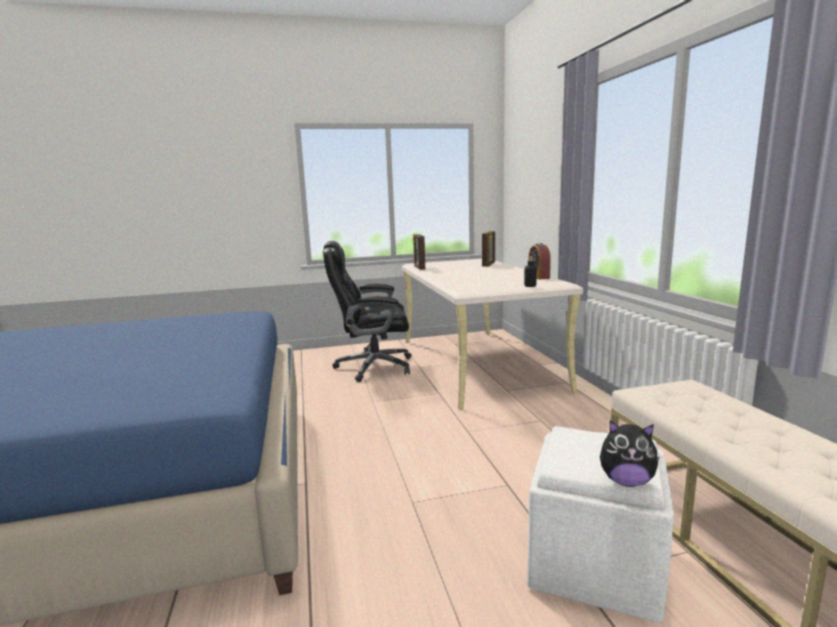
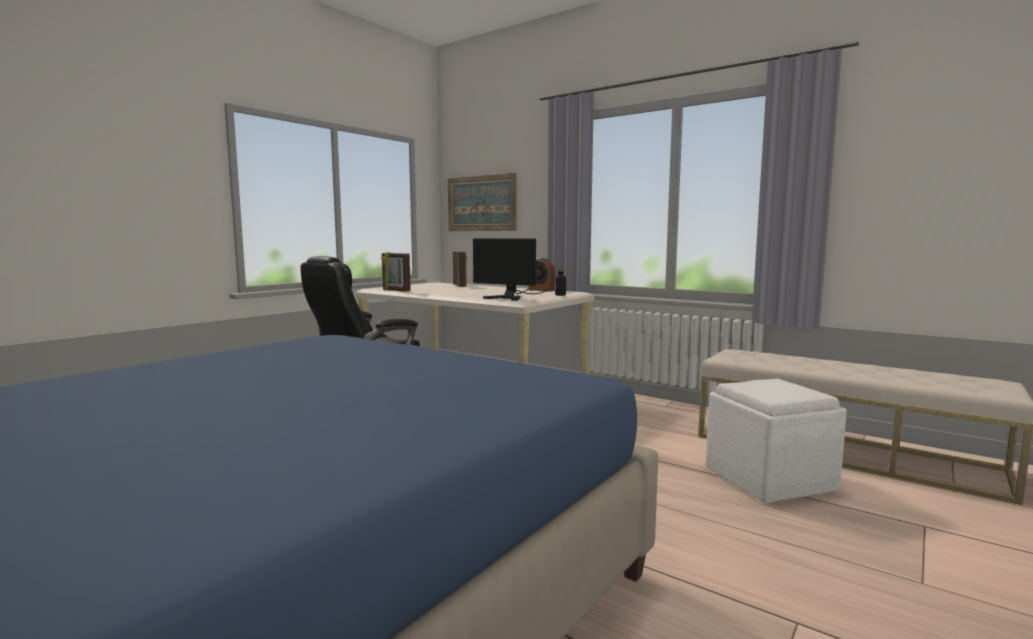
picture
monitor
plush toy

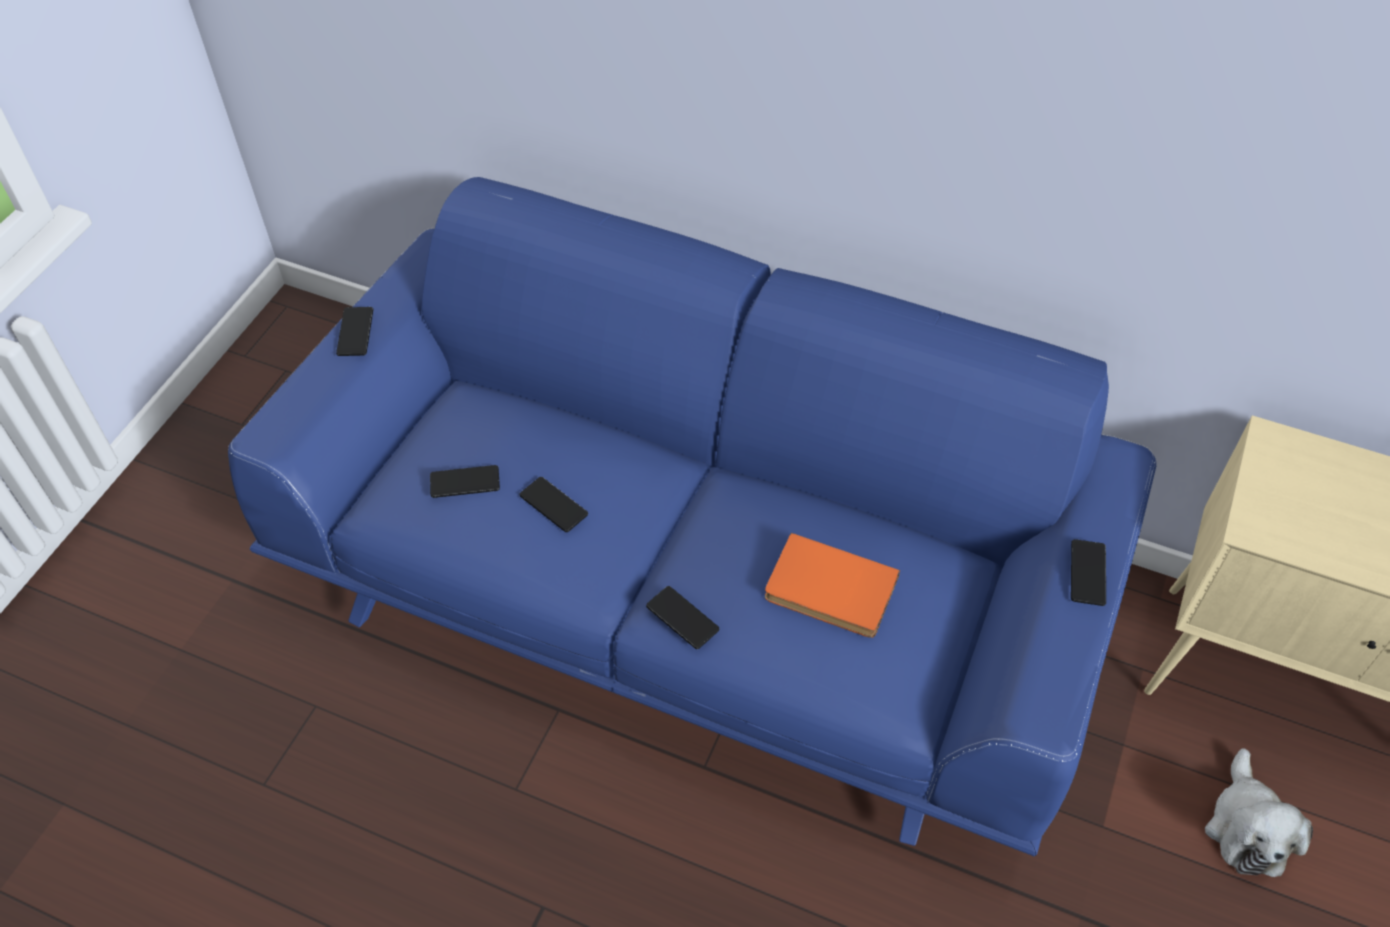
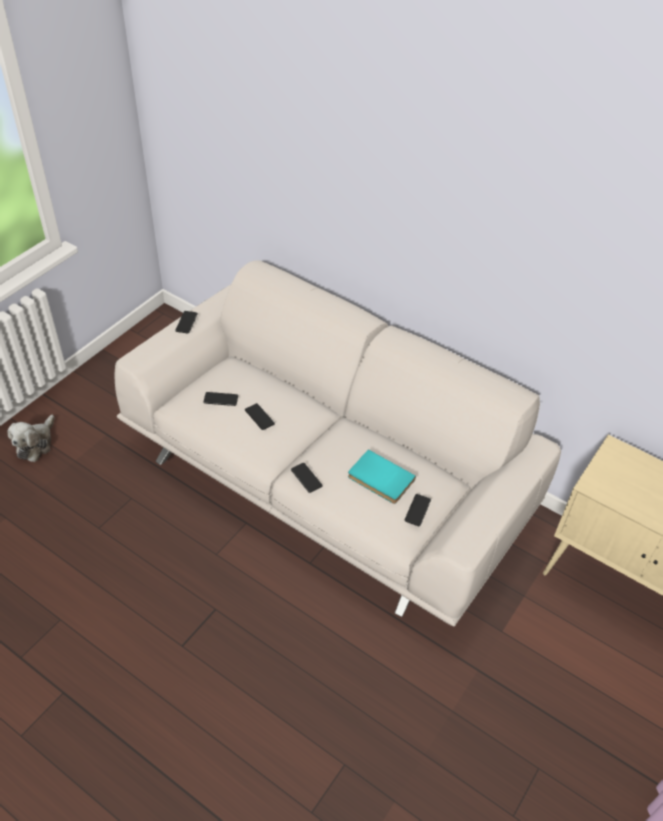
plush toy
sofa/white
book/turquoise
phone (no. 5 from left)

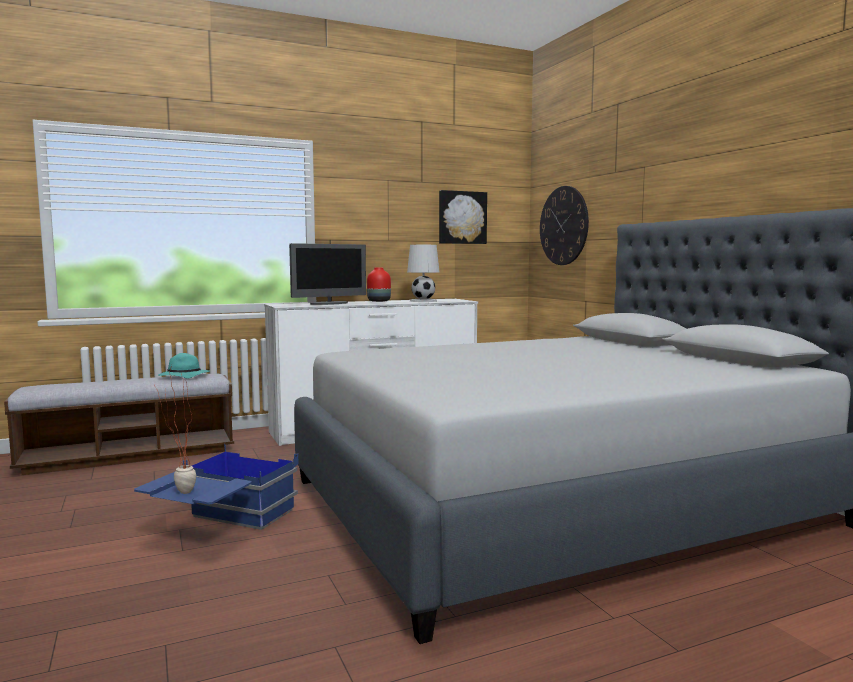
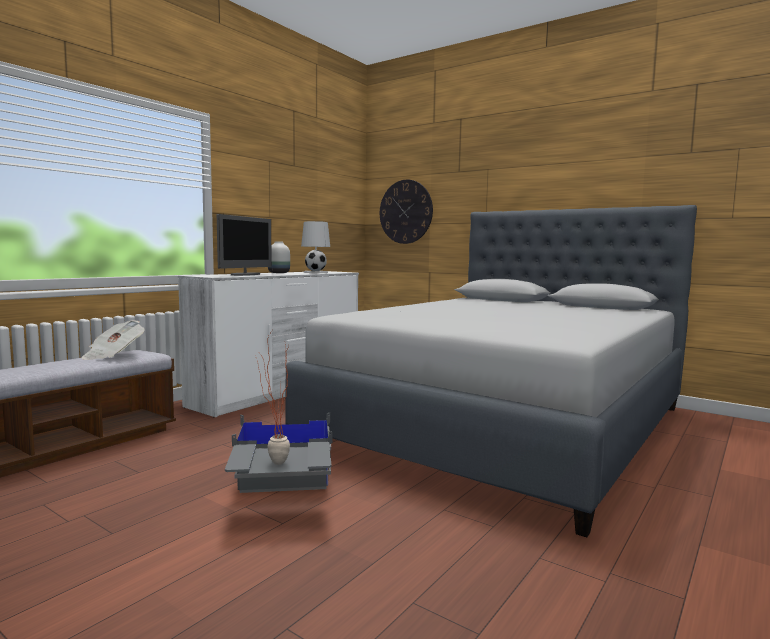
newspaper
storage box/grey
vase/white
picture

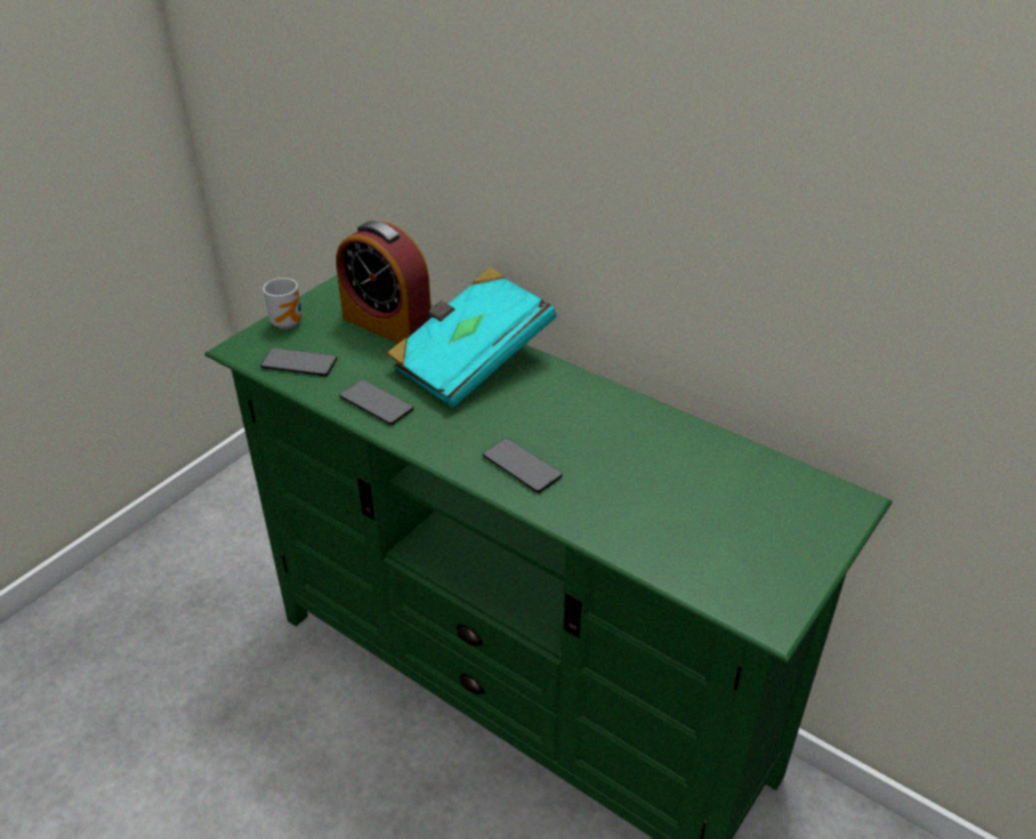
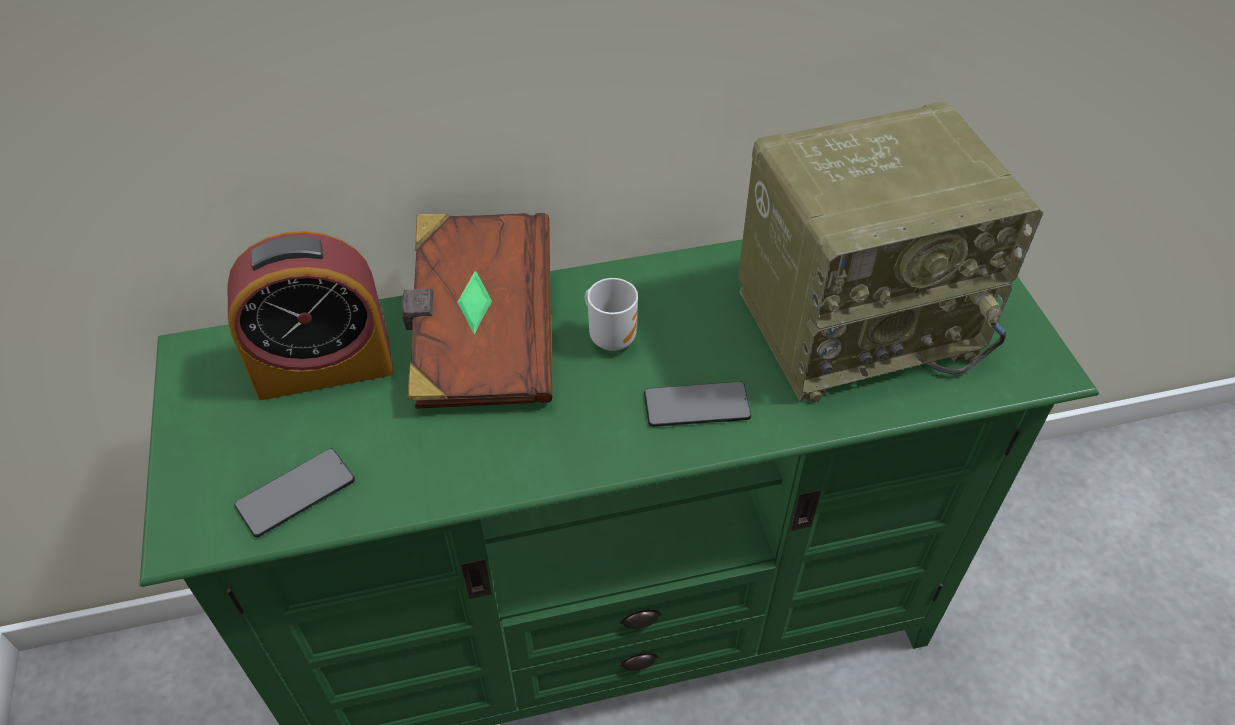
book/brown
mug
radio
phone (no. 2 from left in the first image)

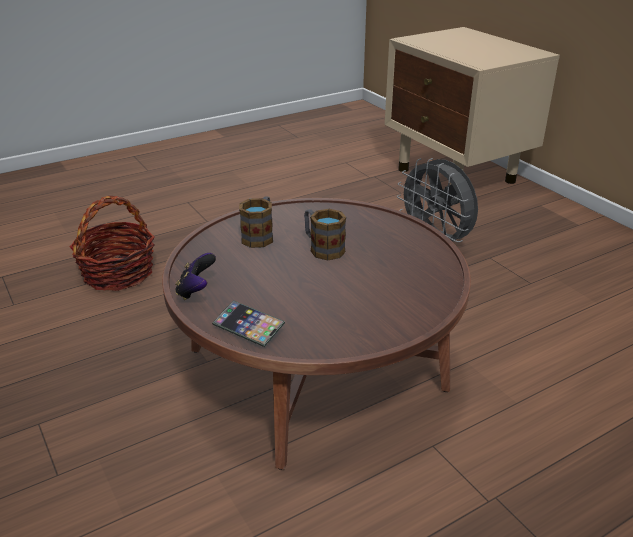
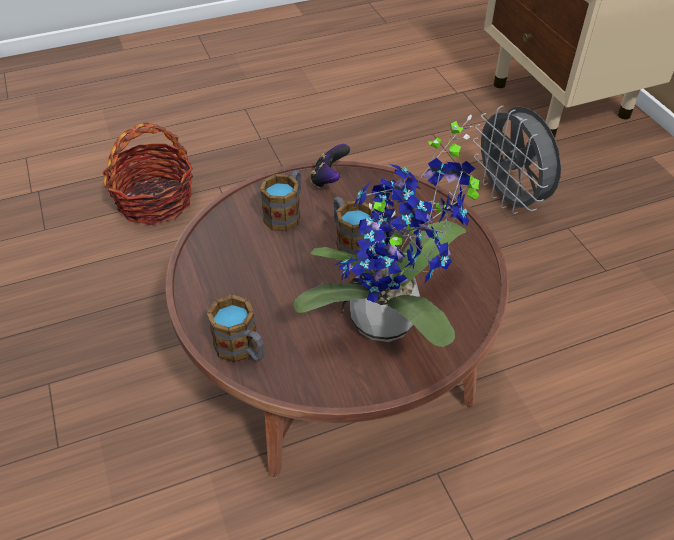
mug (no. 1 from left)
potted plant
game controller

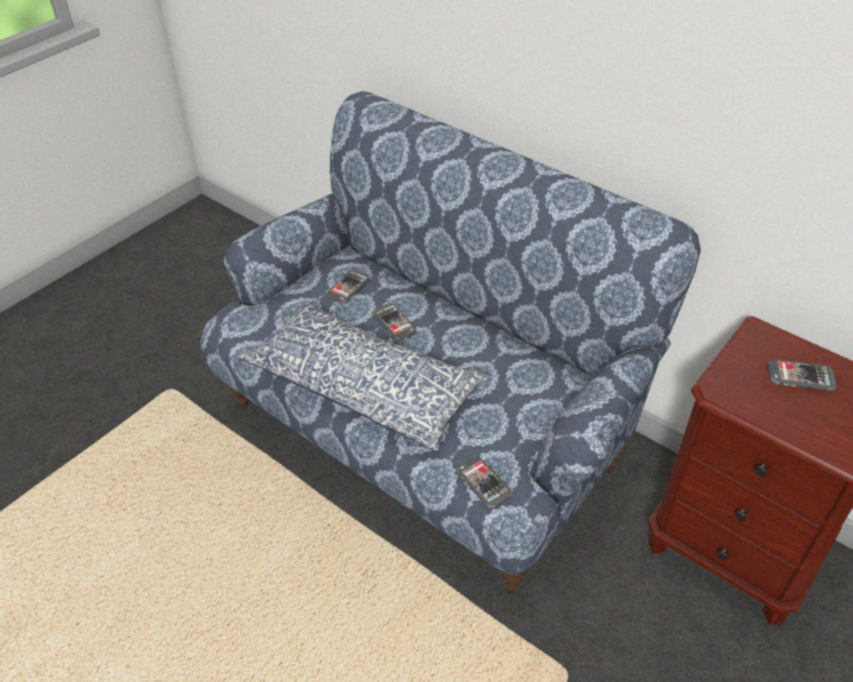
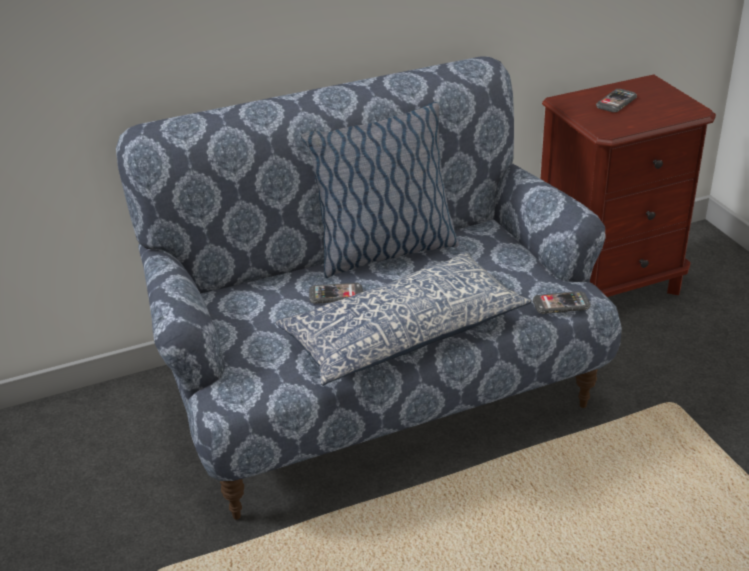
pillow (no. 1 from left)
phone (no. 1 from left in the first image)

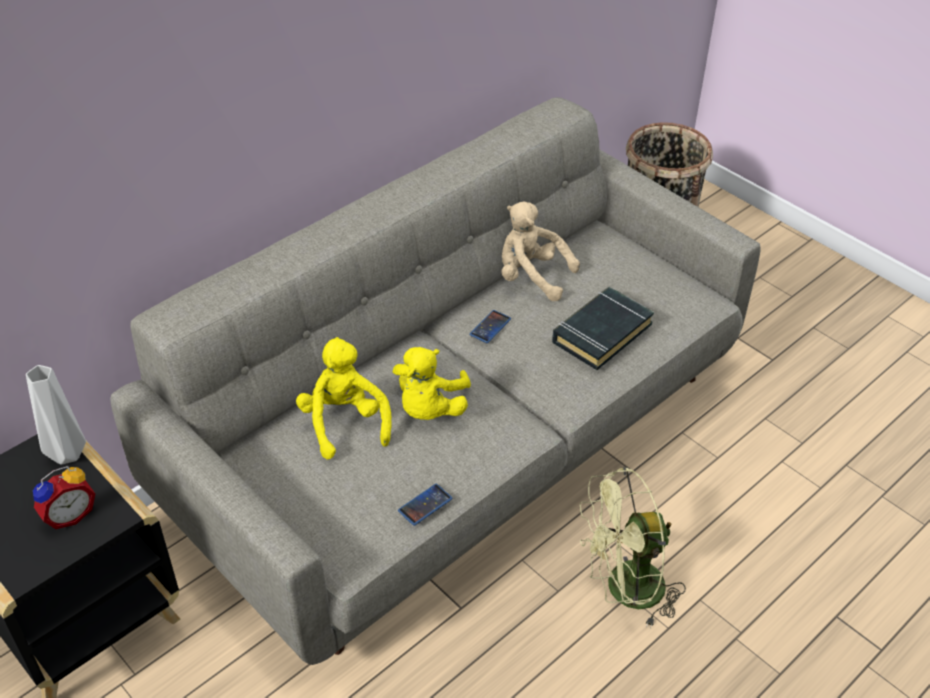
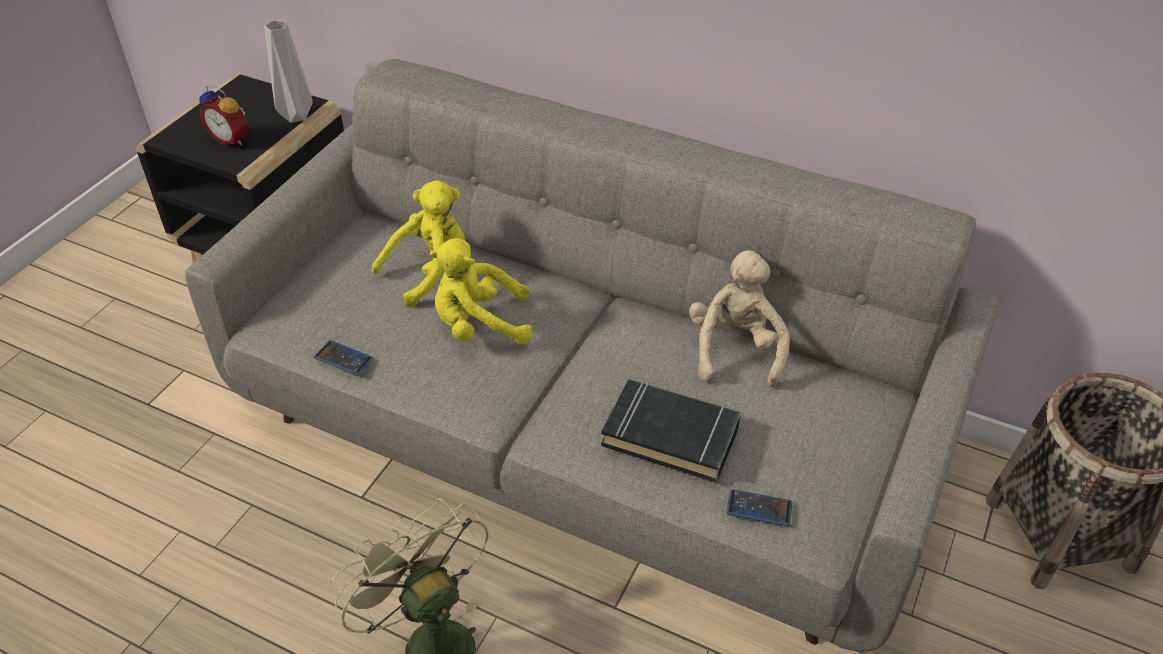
phone (no. 2 from left)

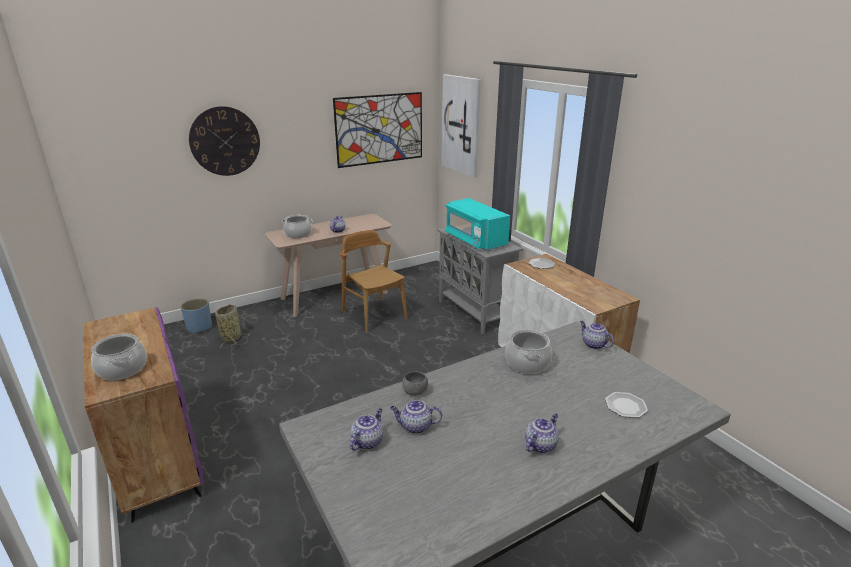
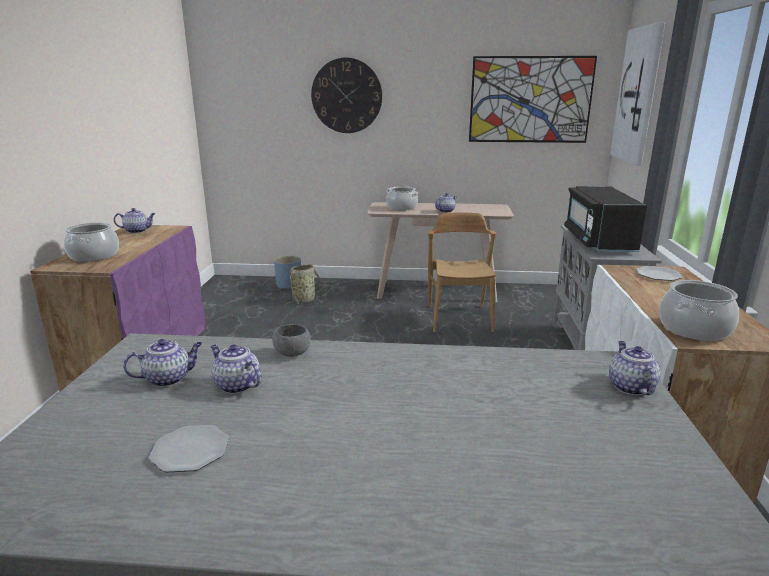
teapot (no. 1 from left)
plate (no. 1 from left)
microwave/black
cooking pot (no. 3 from left)

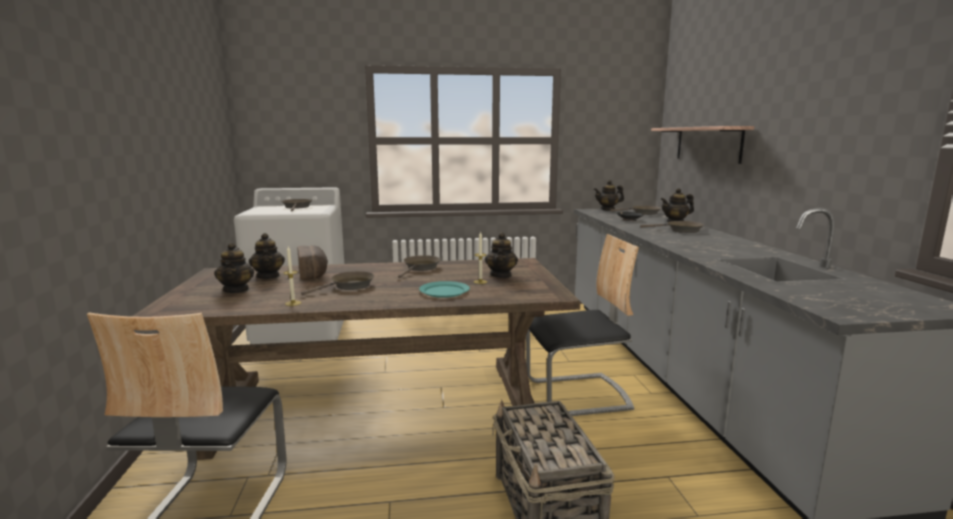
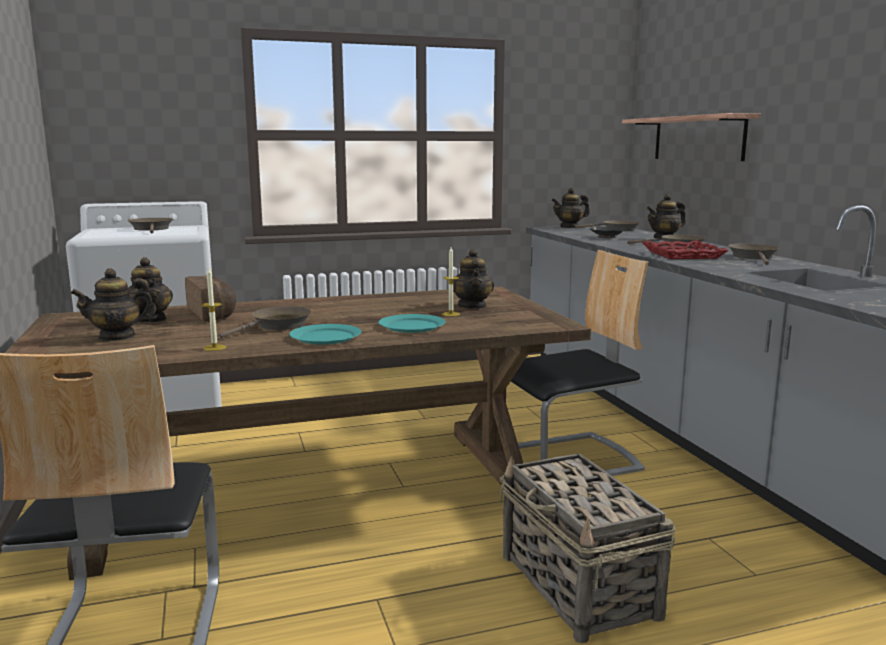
teapot (no. 1 from left)
plate/turquoise (no. 1 from left)
tray/red
frying pan/brown (no. 5 from left)

